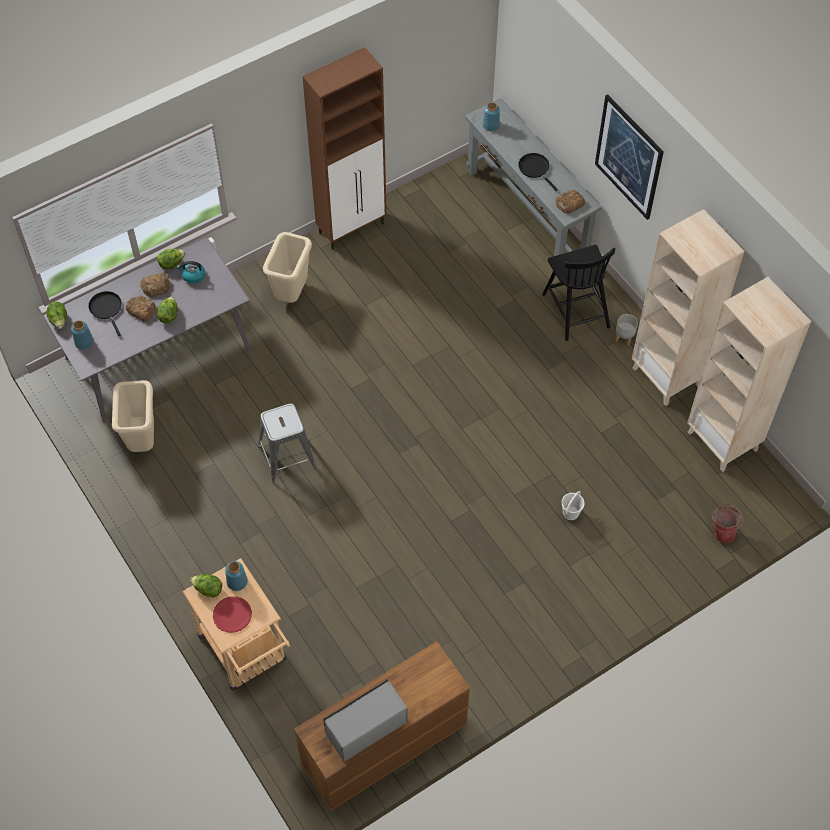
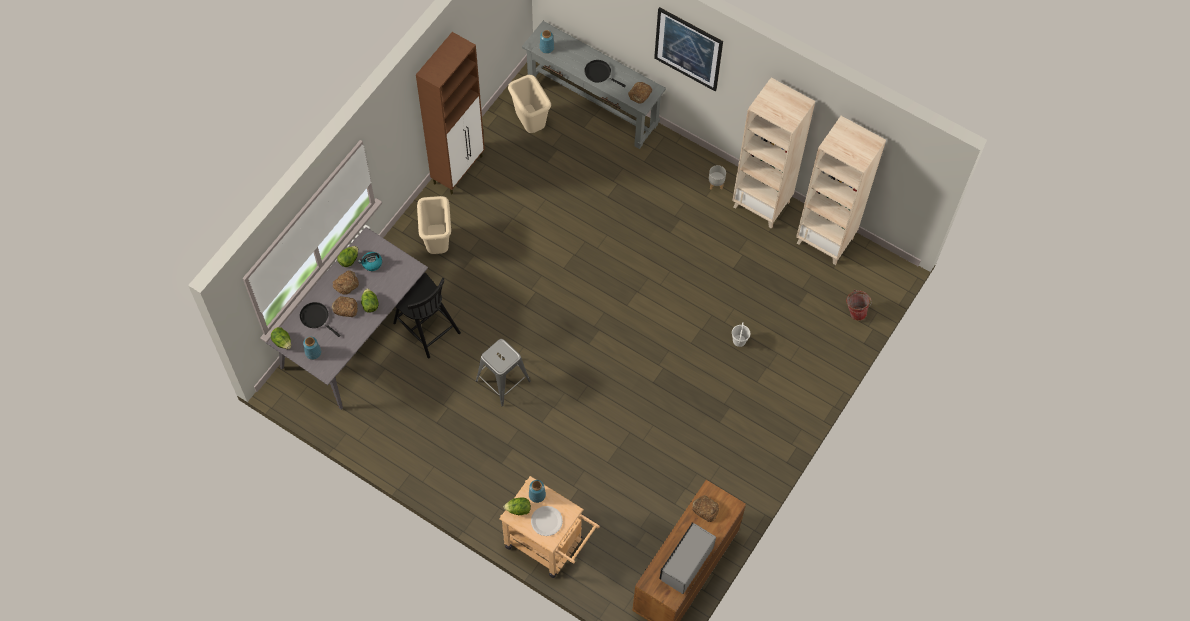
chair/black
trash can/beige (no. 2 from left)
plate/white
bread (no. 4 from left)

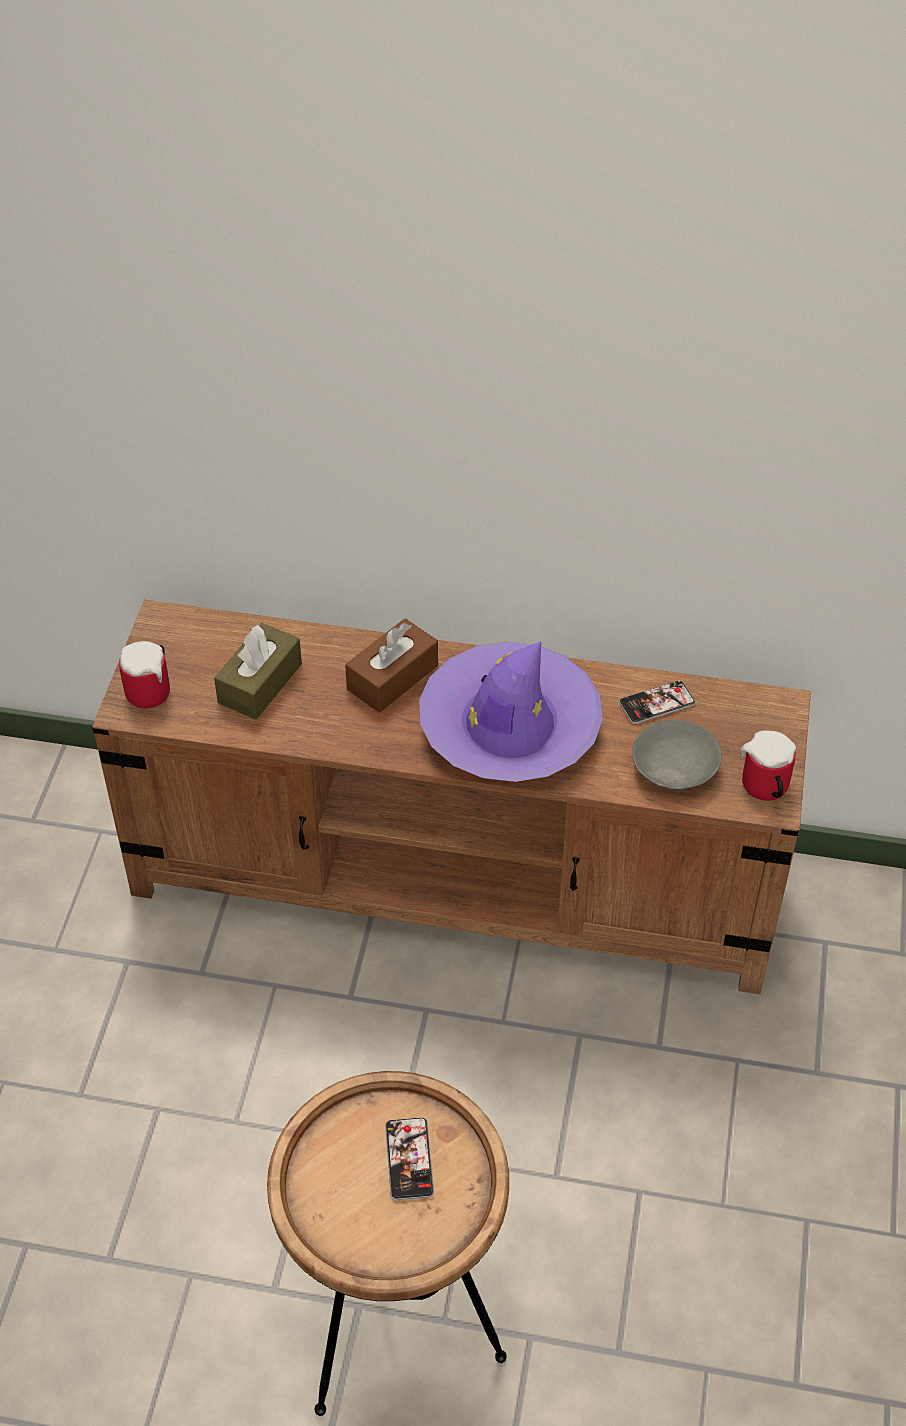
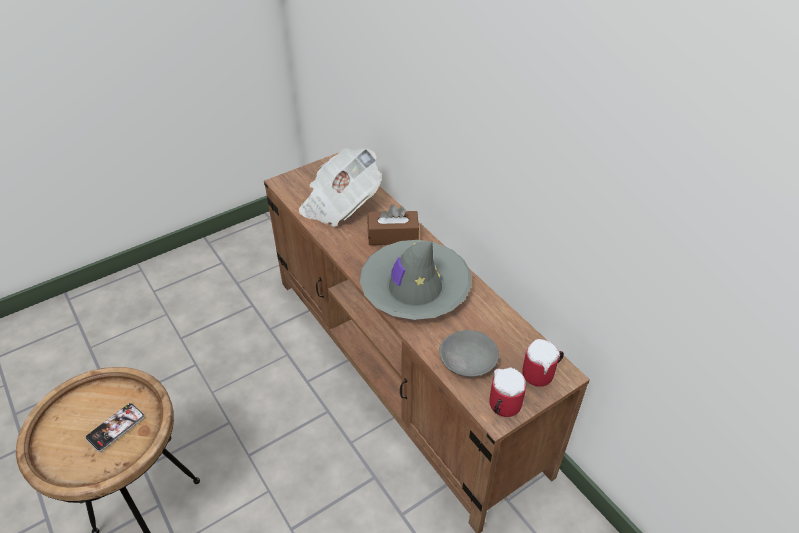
newspaper
hat/grey
mug (no. 2 from left)
phone (no. 2 from left in the first image)

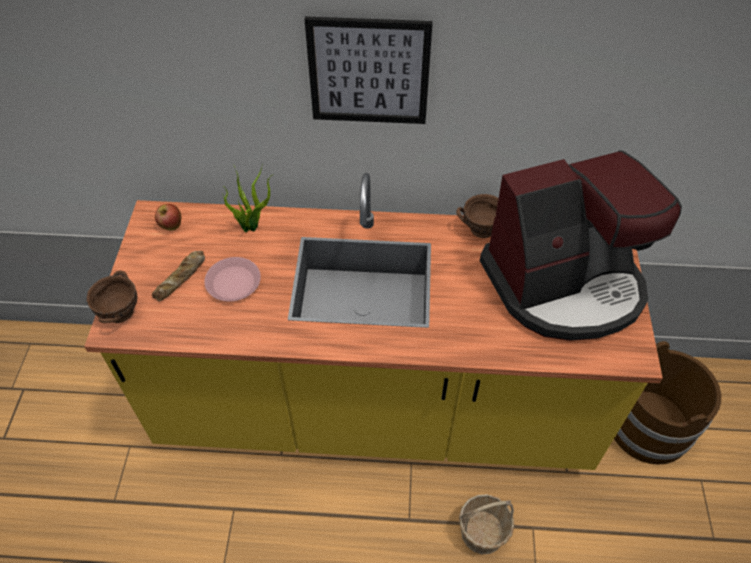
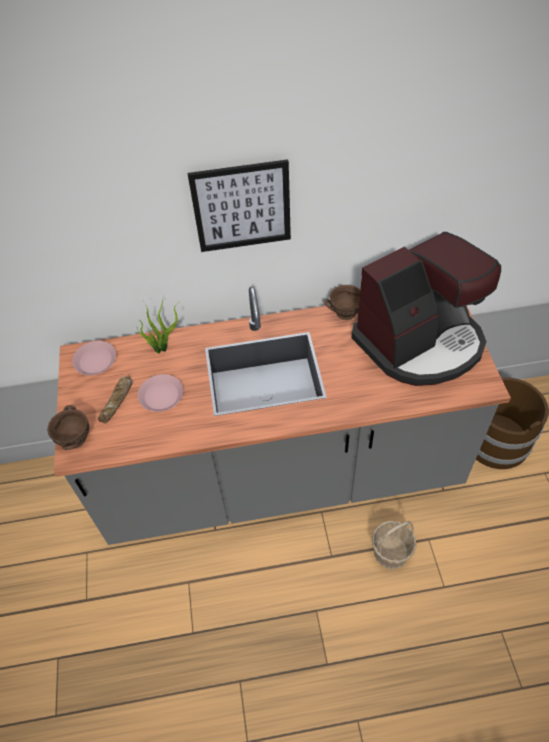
counter/grey
plate/pink (no. 1 from left)

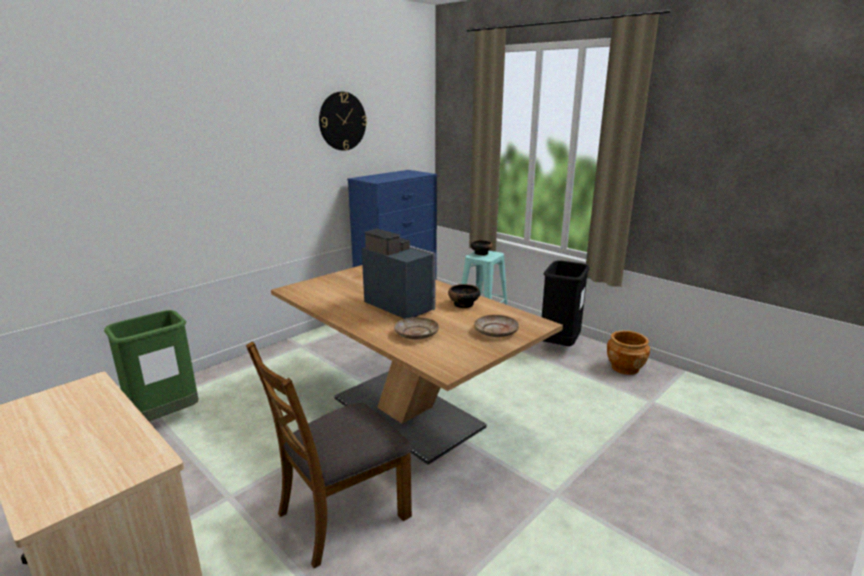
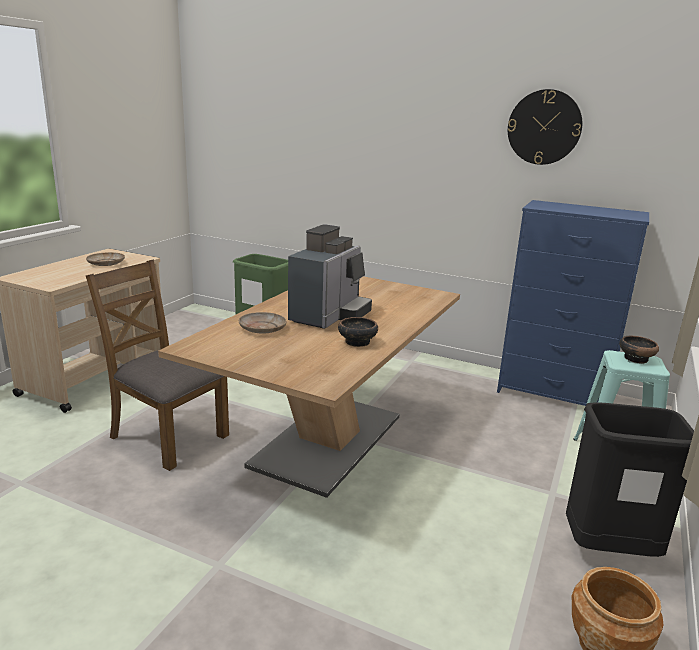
plate/beige (no. 1 from left)

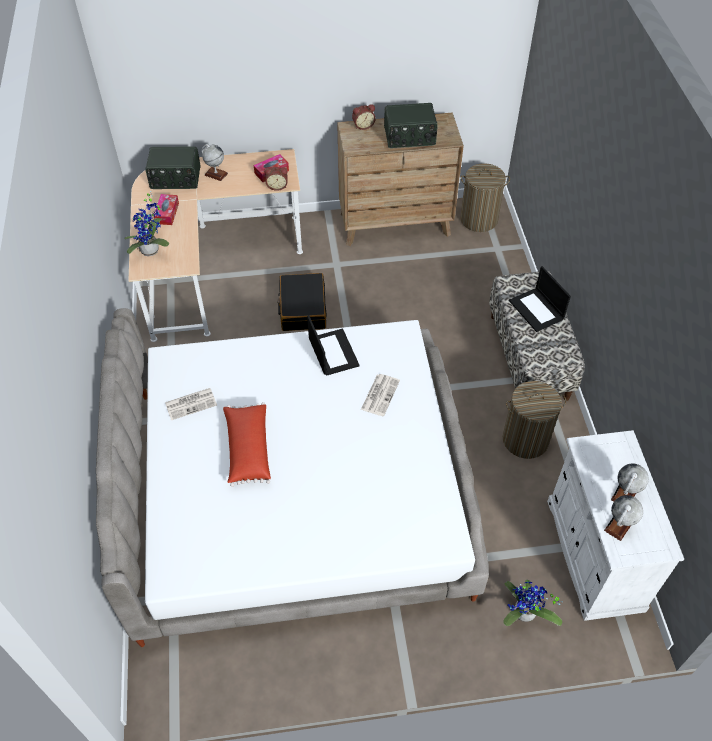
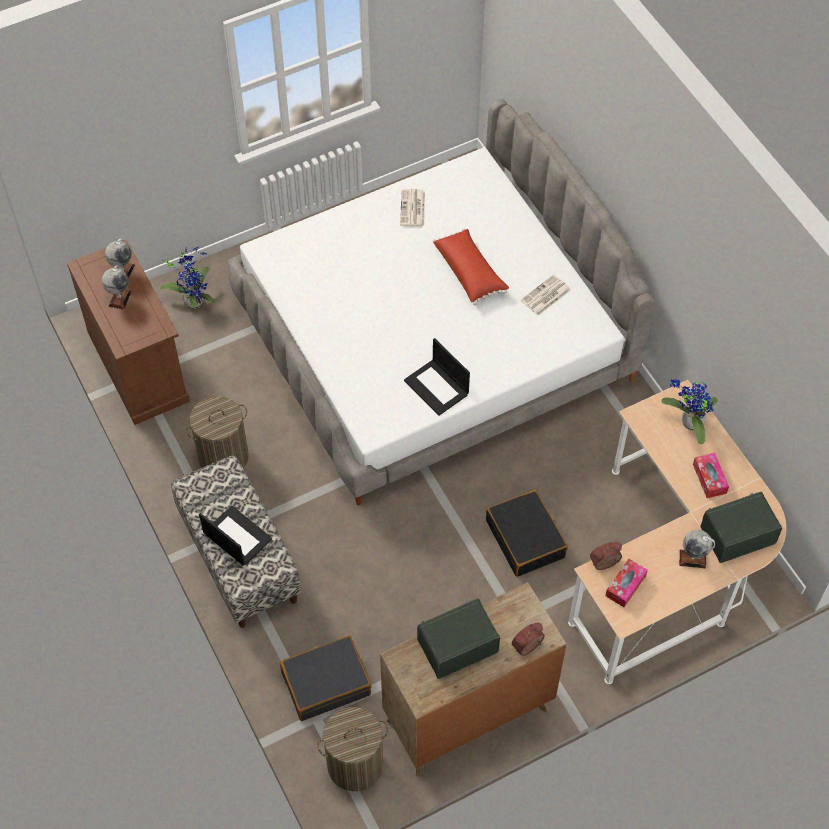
cabinet/brown
suitcase/black (no. 1 from left)
newspaper (no. 1 from left)

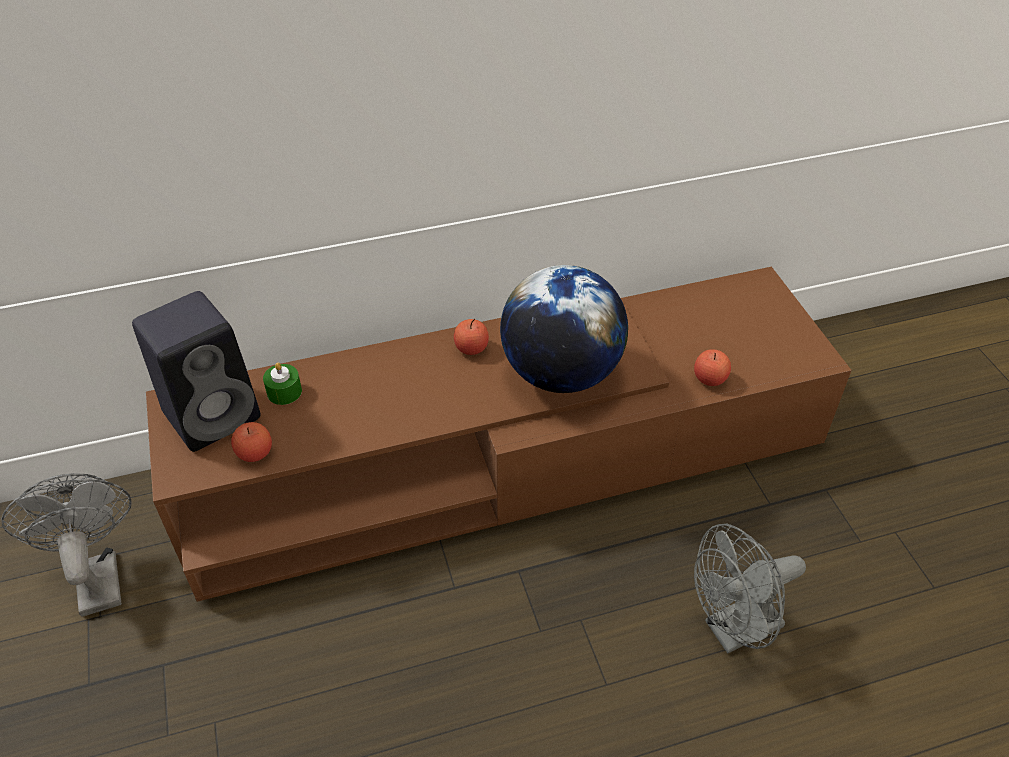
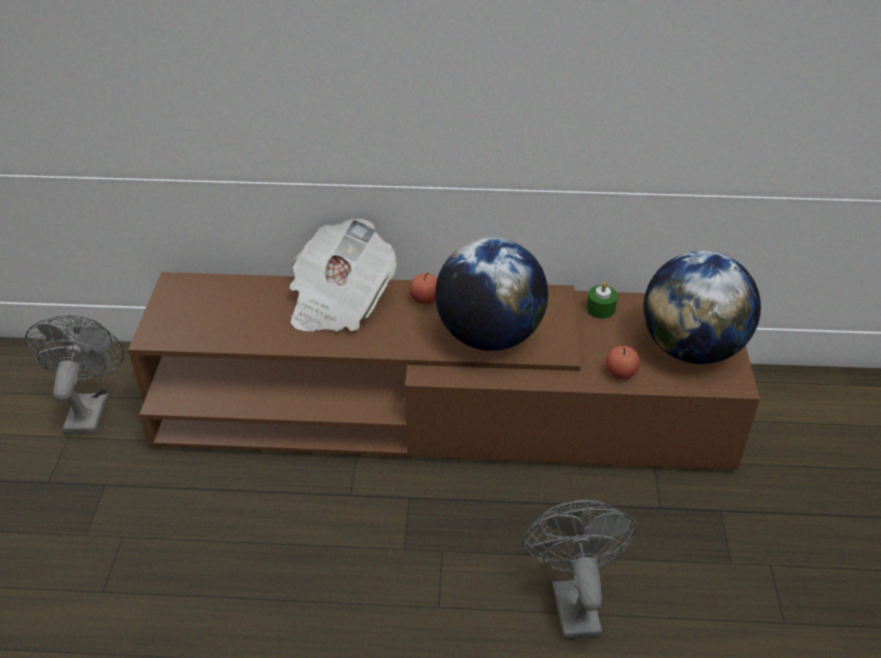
newspaper
fan/grey (no. 2 from left)
candle/green
globe (no. 2 from left)
speaker/black
apple (no. 1 from left in the first image)

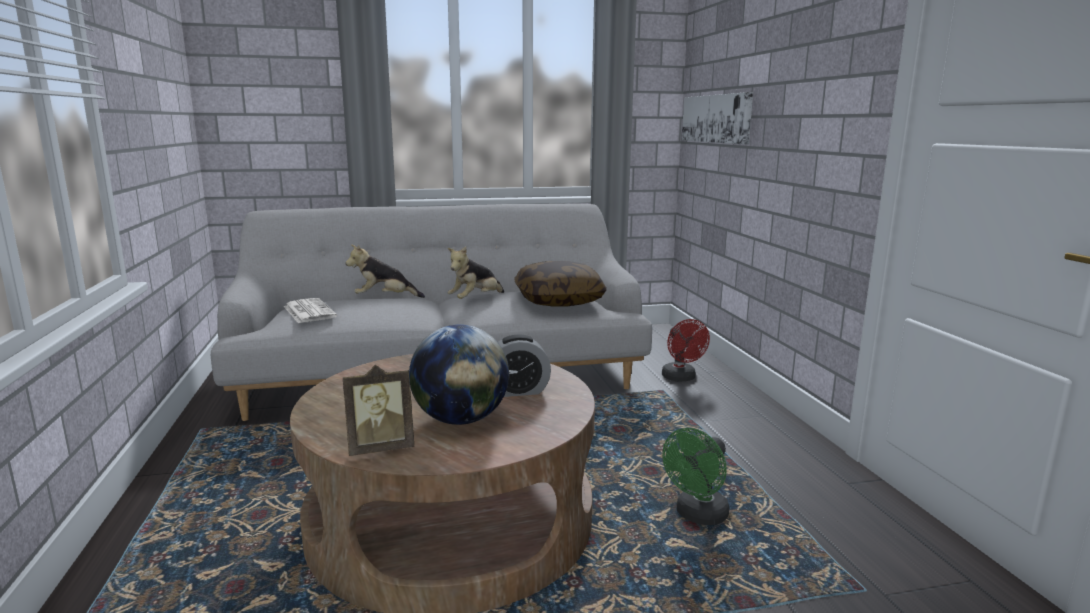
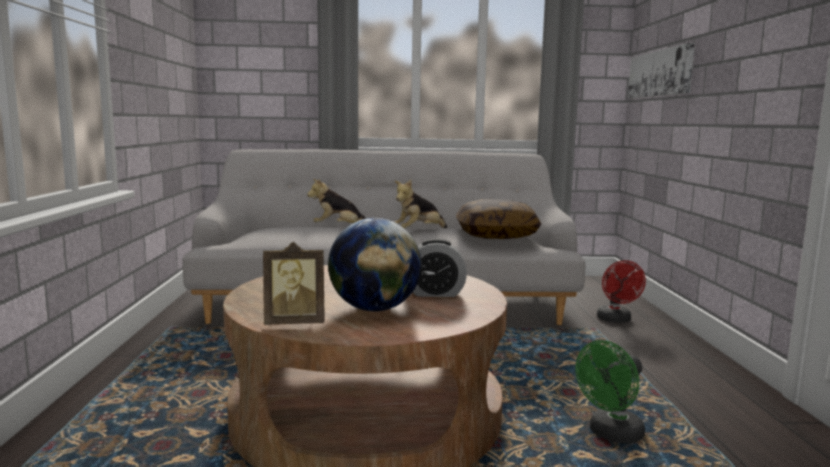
newspaper

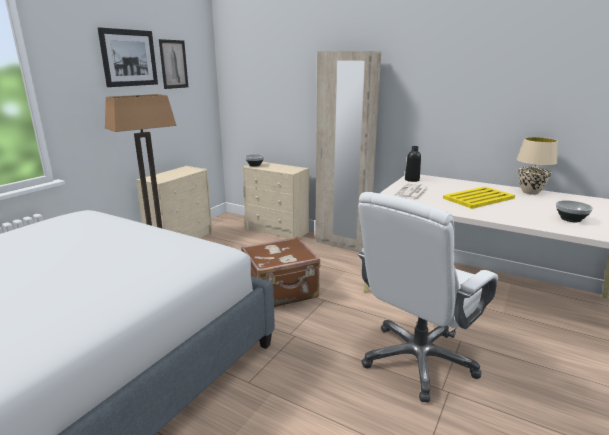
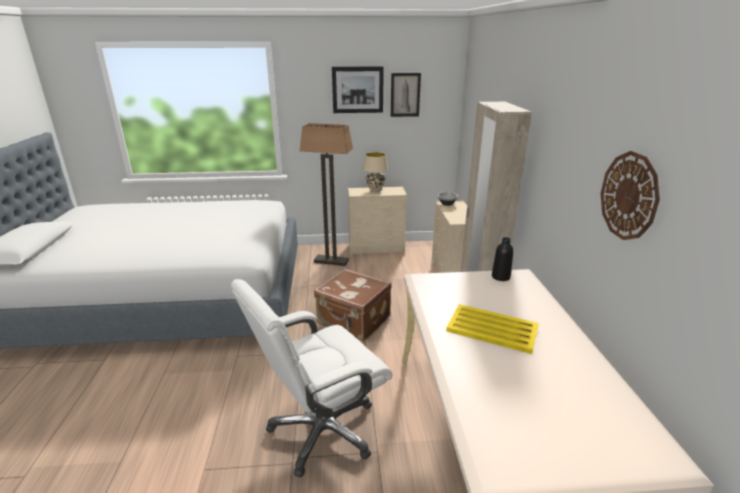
office chair/white
table lamp/beige
wall clock
newspaper
bowl (no. 2 from left in the first image)

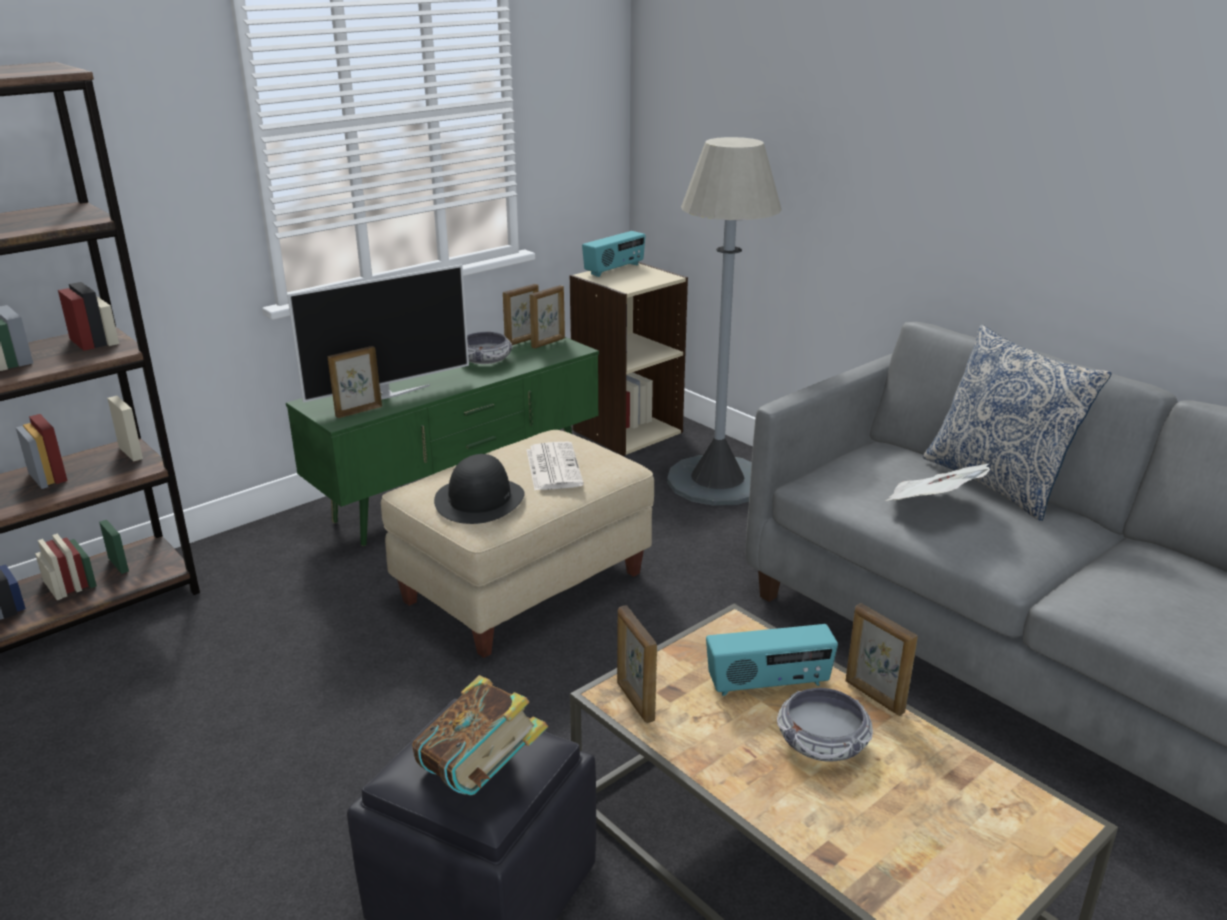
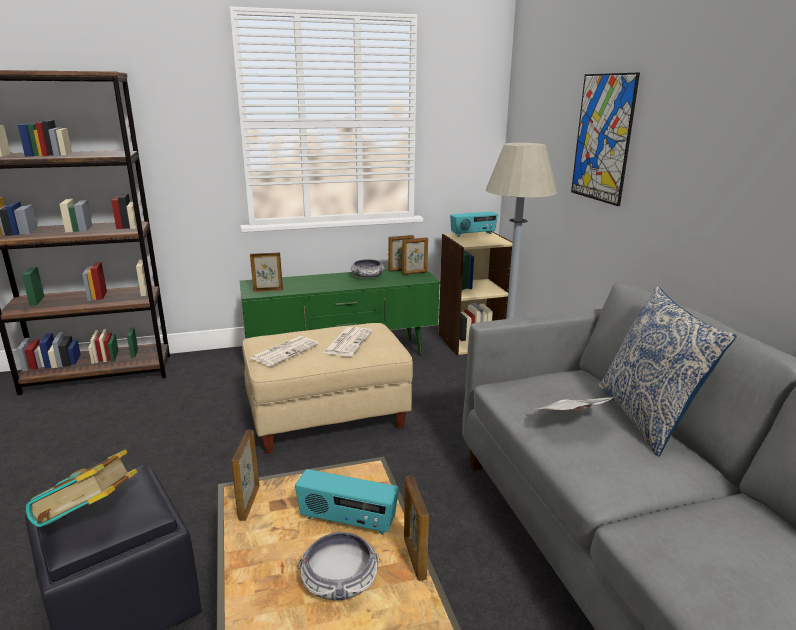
newspaper (no. 1 from left)
picture
television

